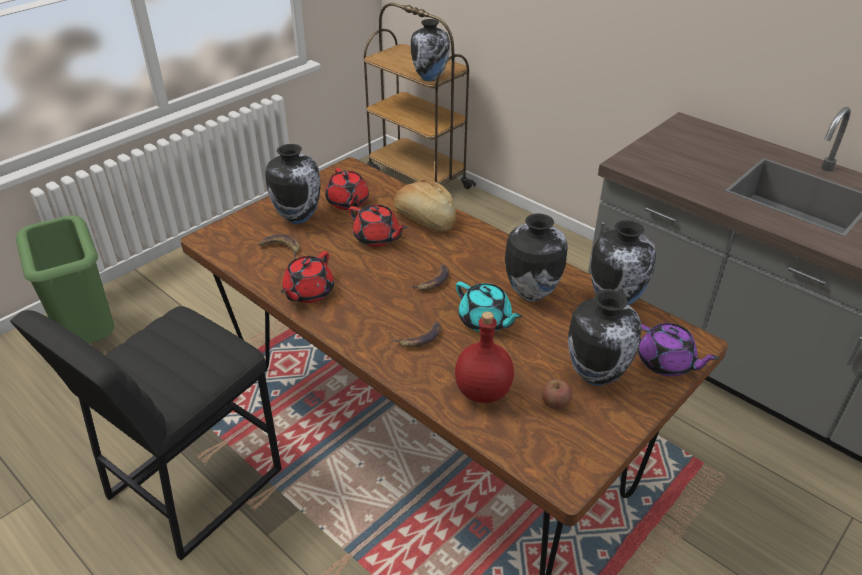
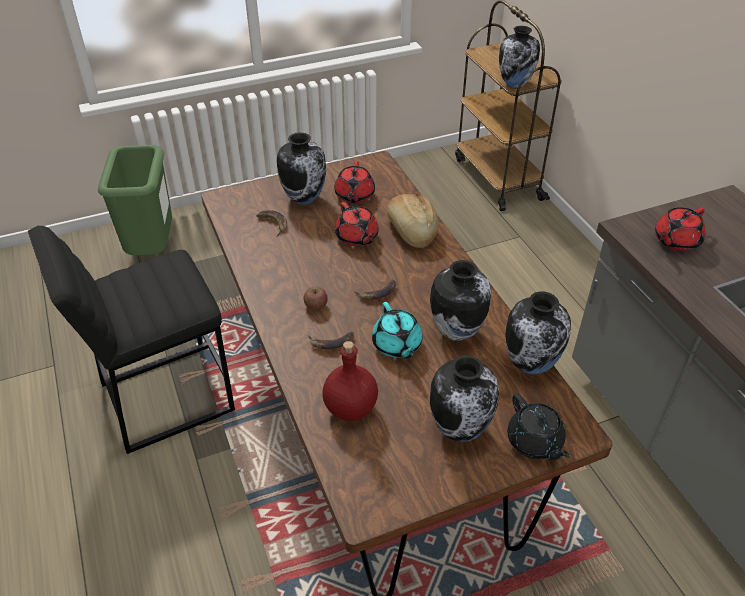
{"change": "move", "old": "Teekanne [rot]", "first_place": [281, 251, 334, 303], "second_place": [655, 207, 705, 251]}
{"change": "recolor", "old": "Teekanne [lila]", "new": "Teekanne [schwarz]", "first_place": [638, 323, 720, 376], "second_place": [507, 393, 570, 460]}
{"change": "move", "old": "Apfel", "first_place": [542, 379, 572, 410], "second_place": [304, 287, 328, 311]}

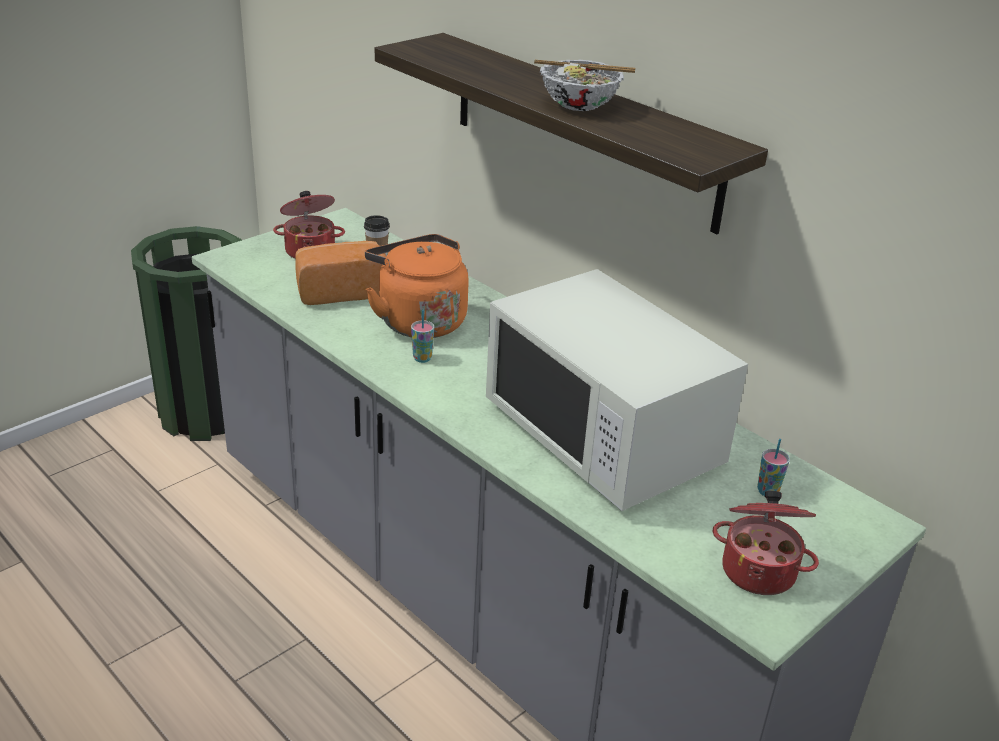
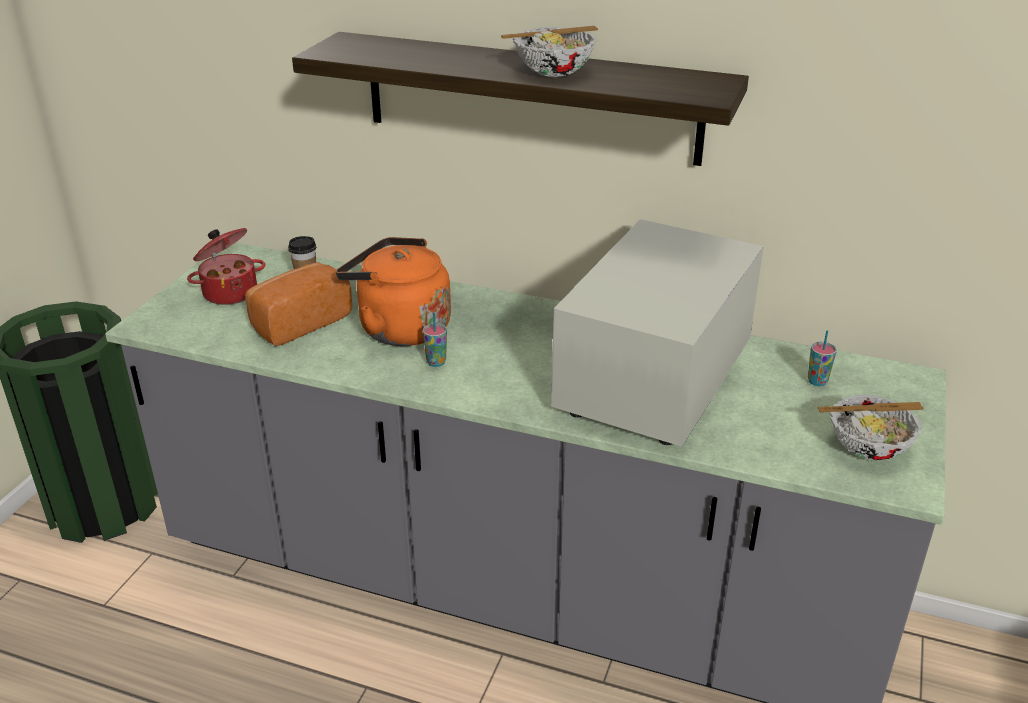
{"change": "rotate", "old": "Mikrowelle [weiß]", "first_place": [486, 269, 748, 511], "second_place": [551, 219, 764, 447], "degrees": 90}
{"change": "replace", "old": "Kochtopf", "new": "Schüssel", "first_place": [713, 491, 819, 595], "second_place": [818, 394, 923, 460]}

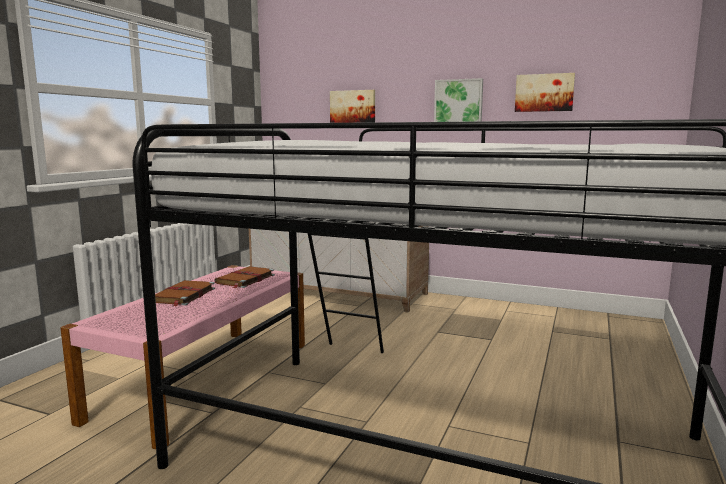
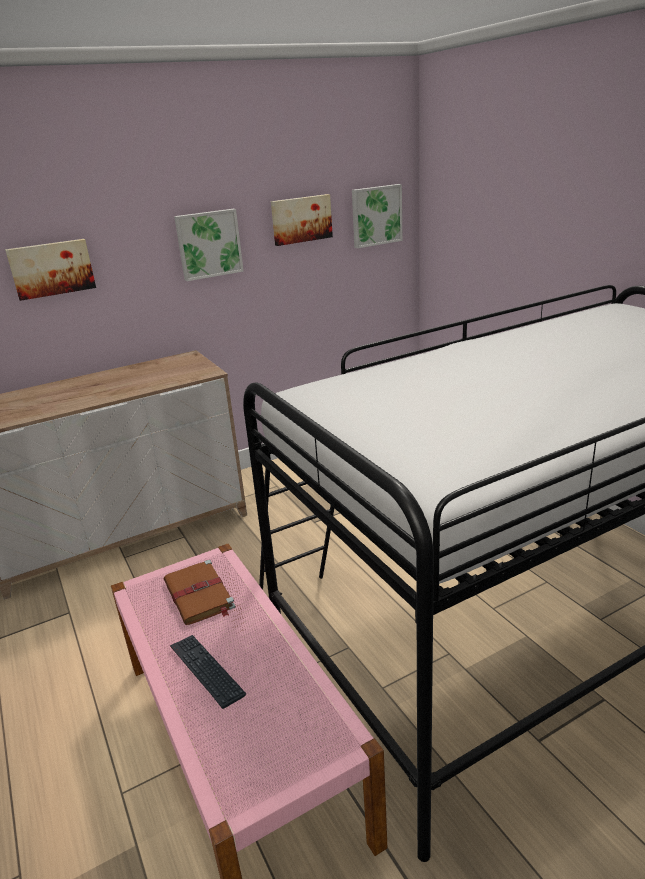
{"change": "replace", "old": "Buch [braun]", "new": "Tastatur", "first_place": [155, 280, 215, 307], "second_place": [170, 635, 246, 709]}
{"change": "insert", "new": "Bild", "second_place": [352, 184, 403, 248]}

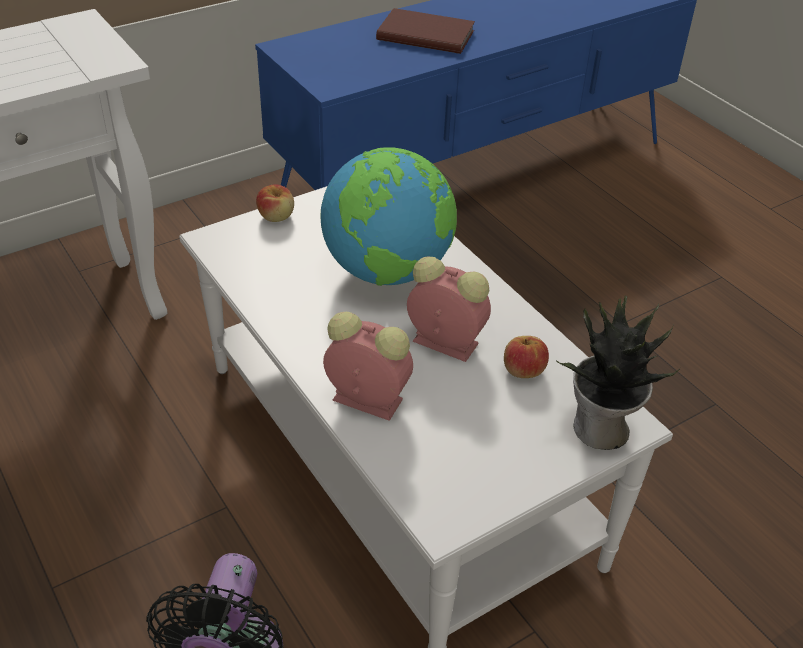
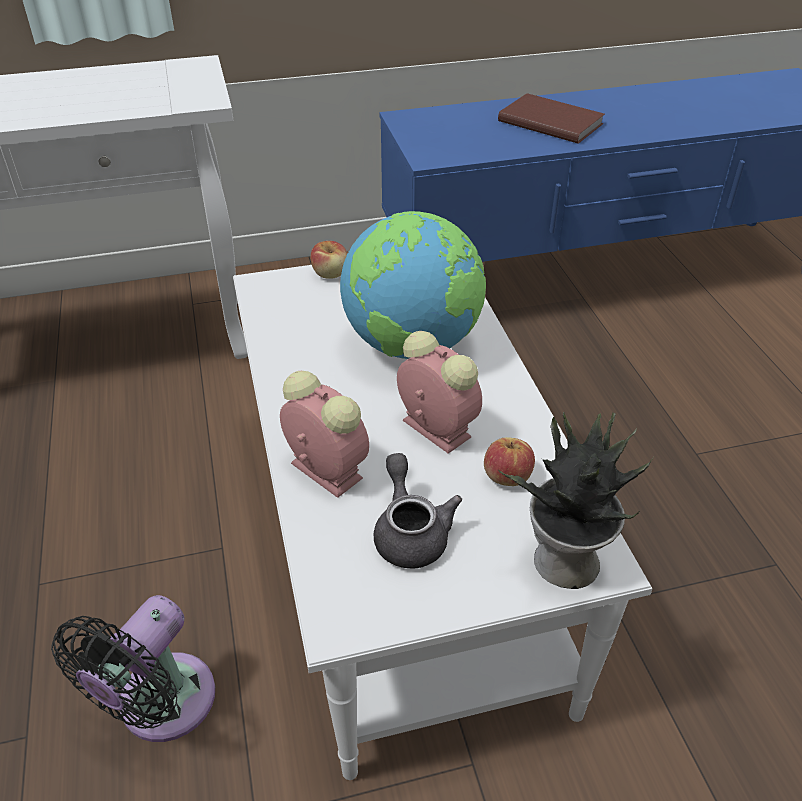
{"change": "insert", "new": "Teekanne [grau]", "second_place": [374, 453, 462, 568]}

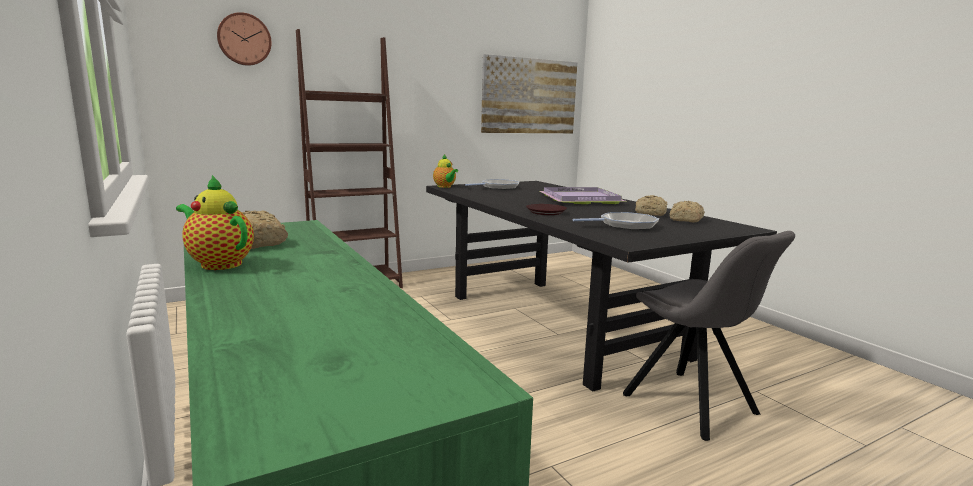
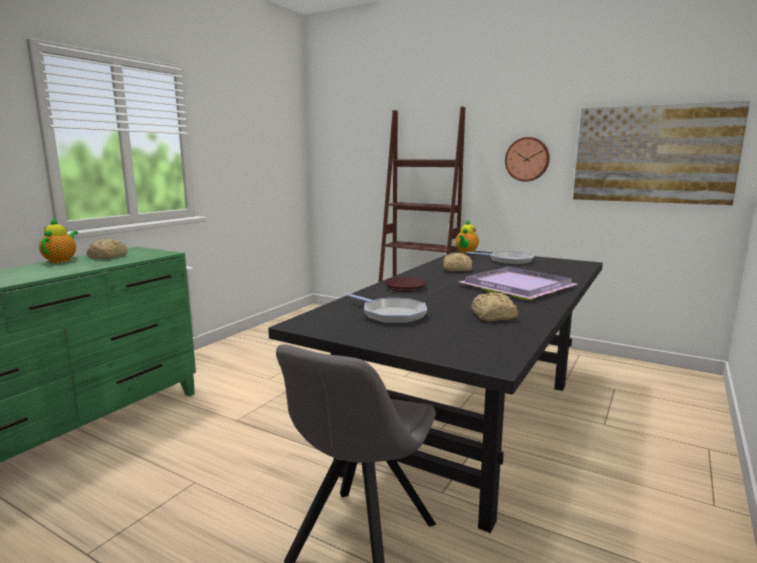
{"change": "move", "old": "Wanduhr", "first_place": [217, 12, 272, 66], "second_place": [505, 137, 550, 182]}
{"change": "move", "old": "Brot", "first_place": [670, 201, 705, 222], "second_place": [443, 253, 472, 271]}

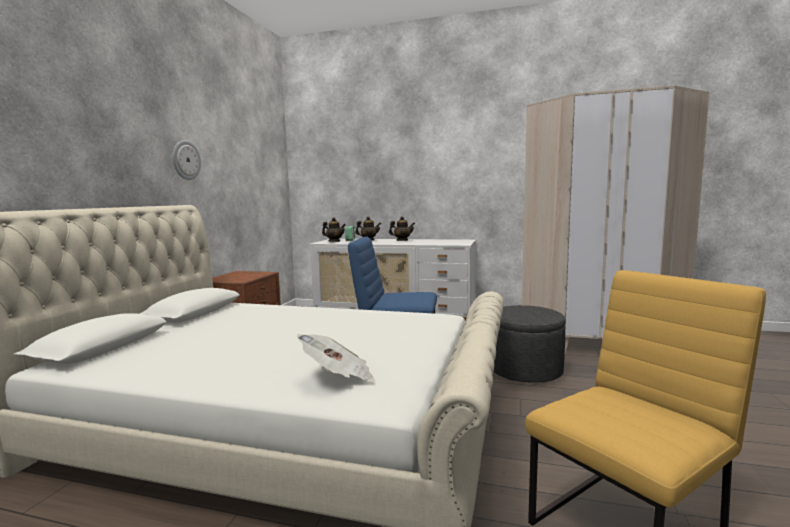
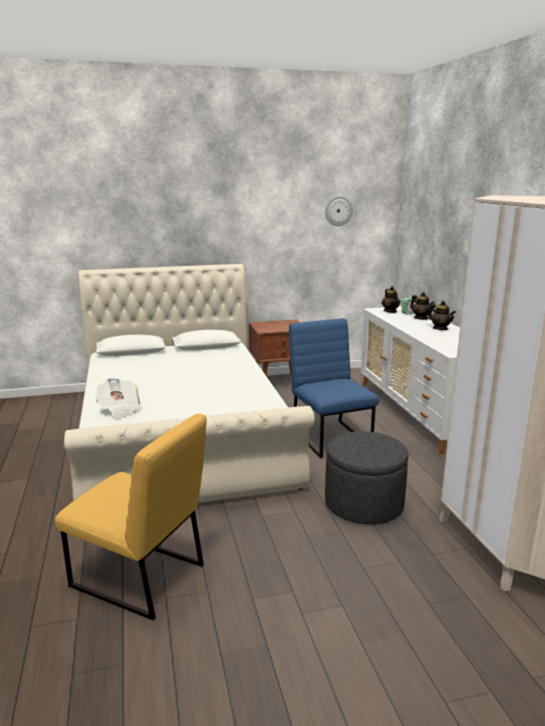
{"change": "move", "old": "Wanduhr", "first_place": [173, 140, 201, 180], "second_place": [325, 195, 353, 226]}

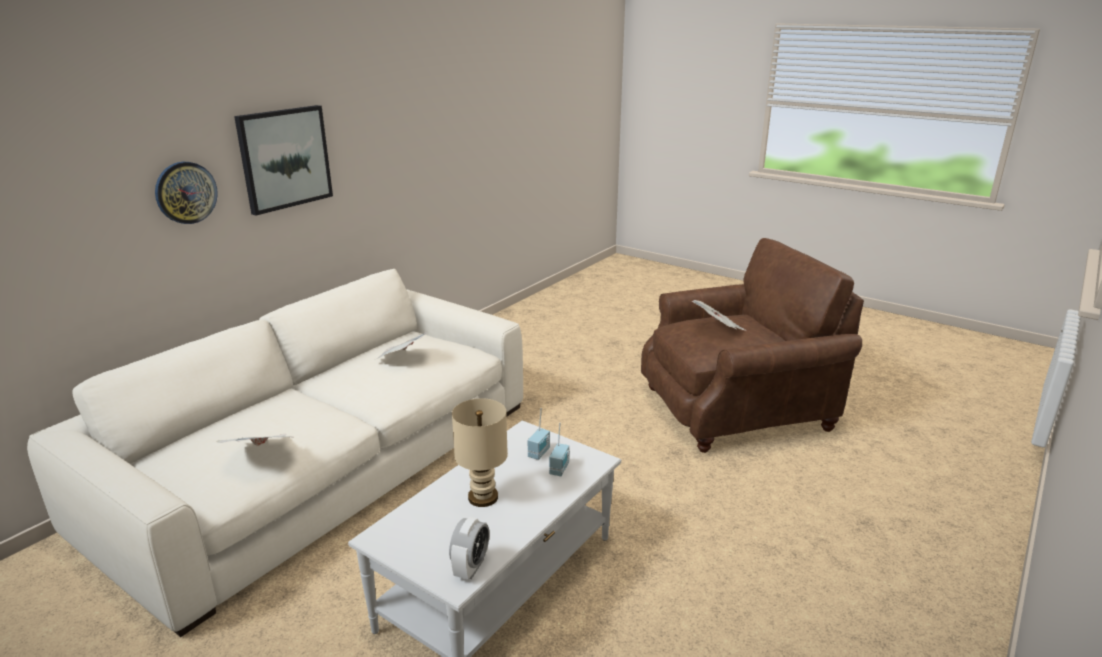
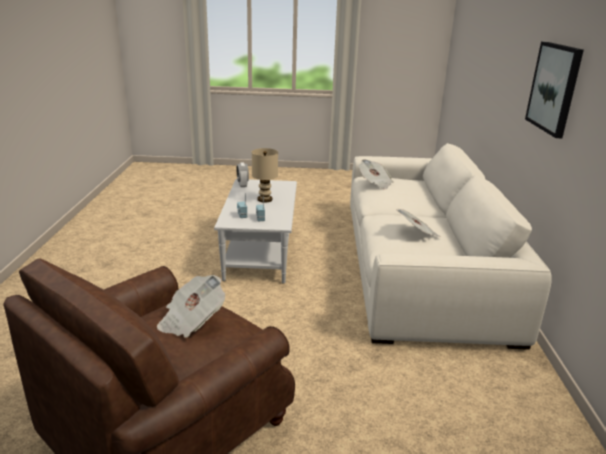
{"change": "delete", "old": "Wanduhr", "first_place": [155, 162, 218, 224]}

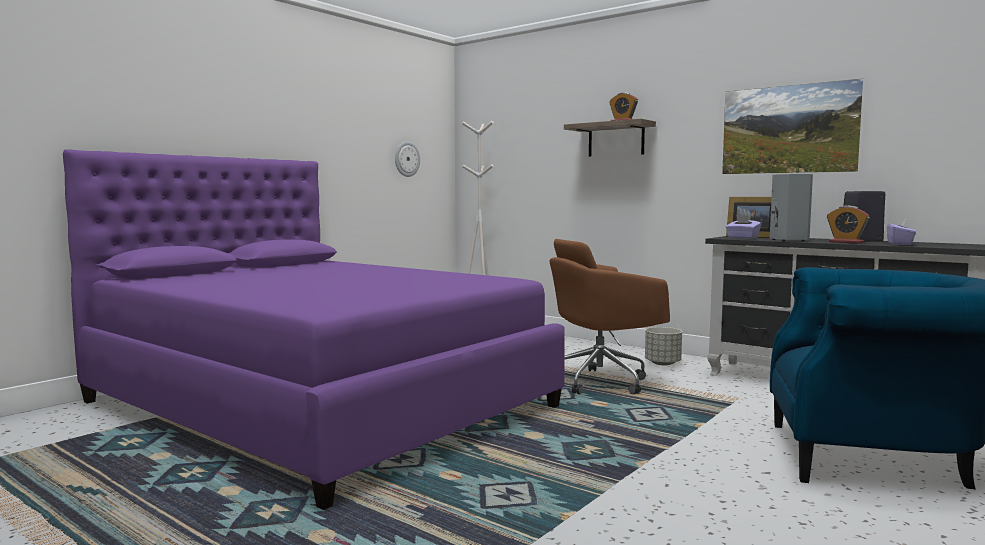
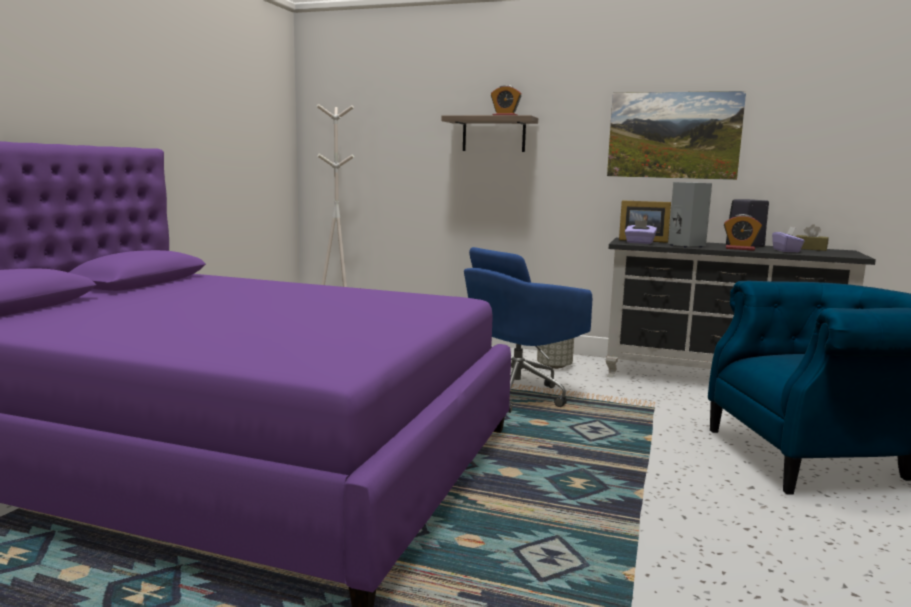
{"change": "delete", "old": "Wanduhr", "first_place": [395, 141, 420, 177]}
{"change": "recolor", "old": "Bürostuhl [braun]", "new": "Bürostuhl [blau]", "first_place": [550, 239, 670, 395], "second_place": [464, 247, 592, 413]}
{"change": "insert", "new": "Taschentuchbox [braun]", "second_place": [795, 224, 829, 251]}

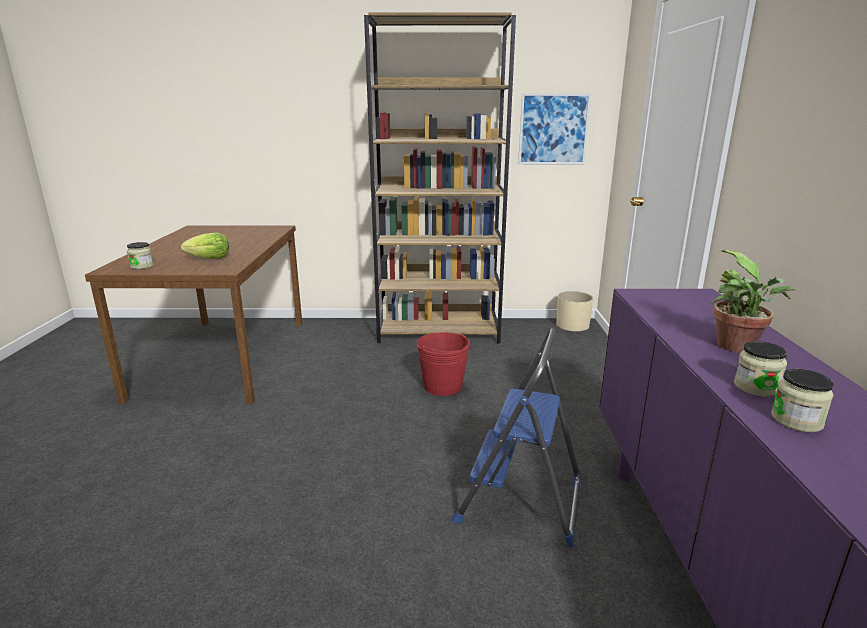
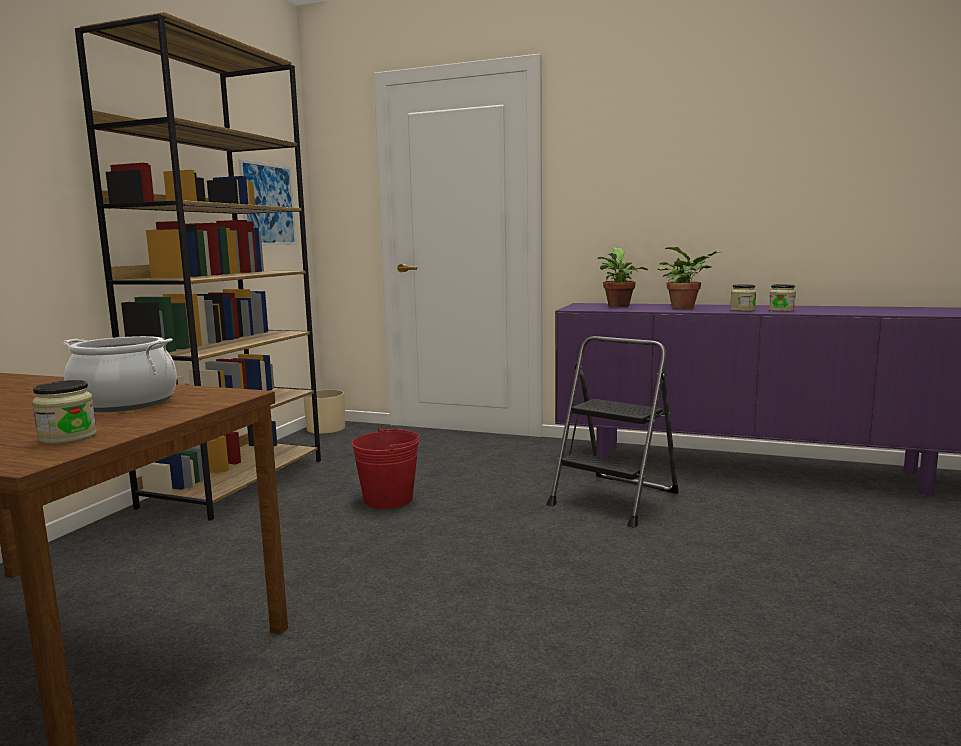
{"change": "replace", "old": "Salatkopf", "new": "Kochtopf", "first_place": [181, 233, 229, 259], "second_place": [62, 336, 177, 412]}
{"change": "recolor", "old": "Trittleiter [blau]", "new": "Trittleiter [schwarz]", "first_place": [451, 328, 581, 547], "second_place": [546, 336, 679, 528]}
{"change": "insert", "new": "Topfpflanze", "second_place": [598, 248, 648, 307]}

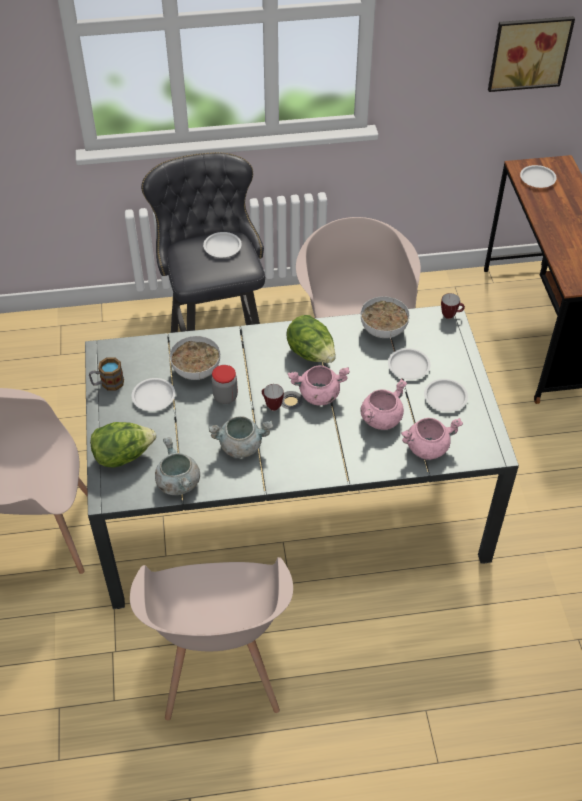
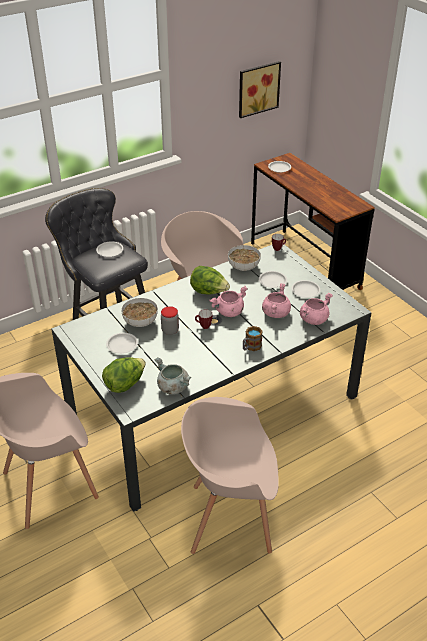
{"change": "move", "old": "Henkelbecher", "first_place": [89, 357, 124, 391], "second_place": [243, 326, 263, 351]}
{"change": "delete", "old": "Kochtopf [grau]", "first_place": [208, 416, 273, 458]}
{"change": "rotate", "old": "Stuhl [beige]", "first_place": [130, 557, 293, 720], "second_place": [181, 397, 279, 554], "degrees": 120}

